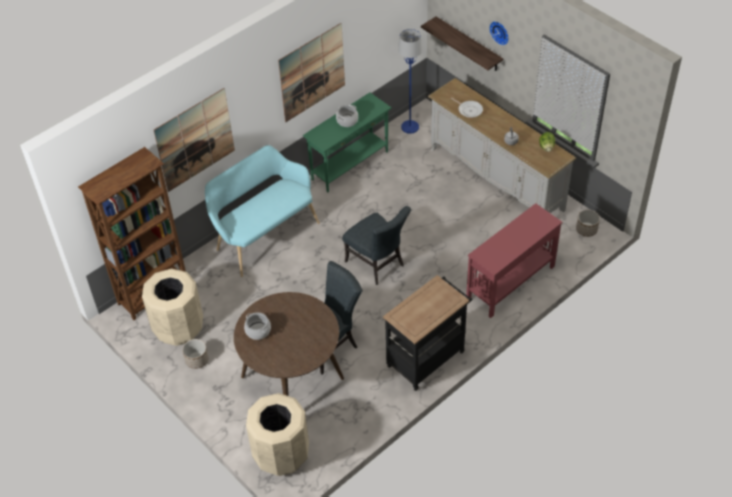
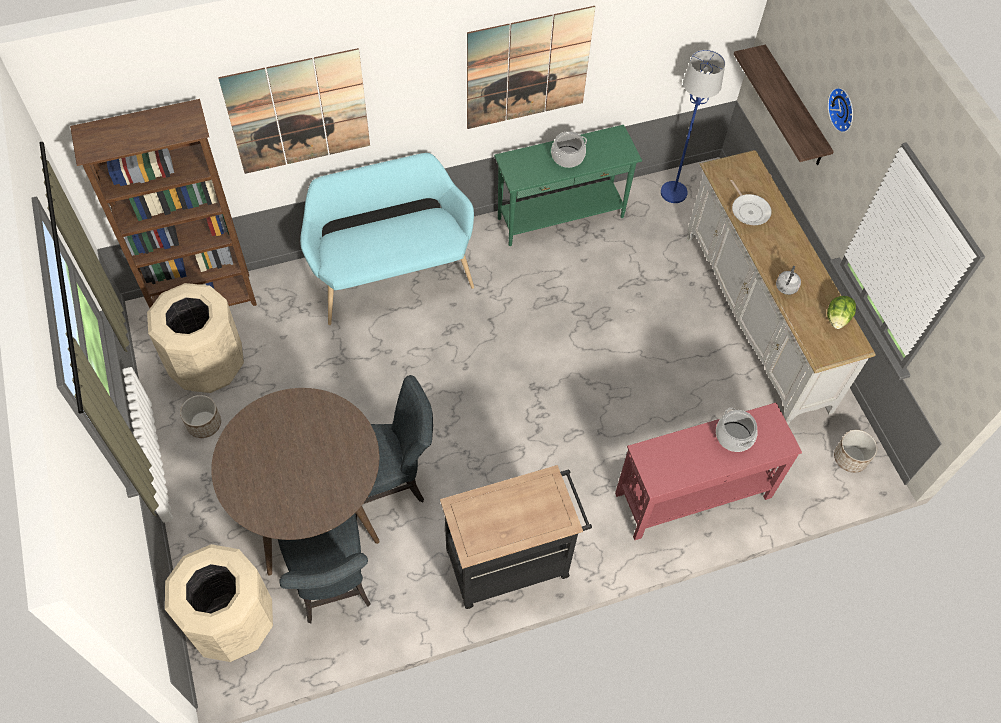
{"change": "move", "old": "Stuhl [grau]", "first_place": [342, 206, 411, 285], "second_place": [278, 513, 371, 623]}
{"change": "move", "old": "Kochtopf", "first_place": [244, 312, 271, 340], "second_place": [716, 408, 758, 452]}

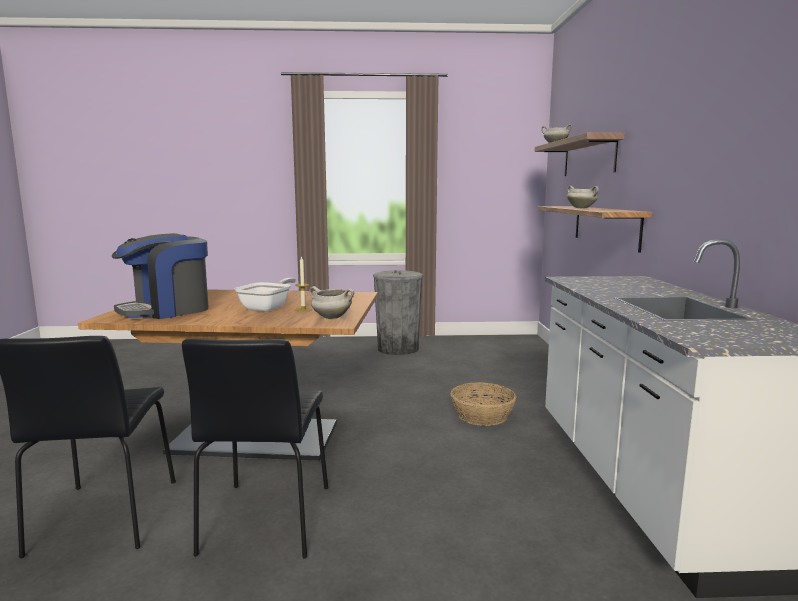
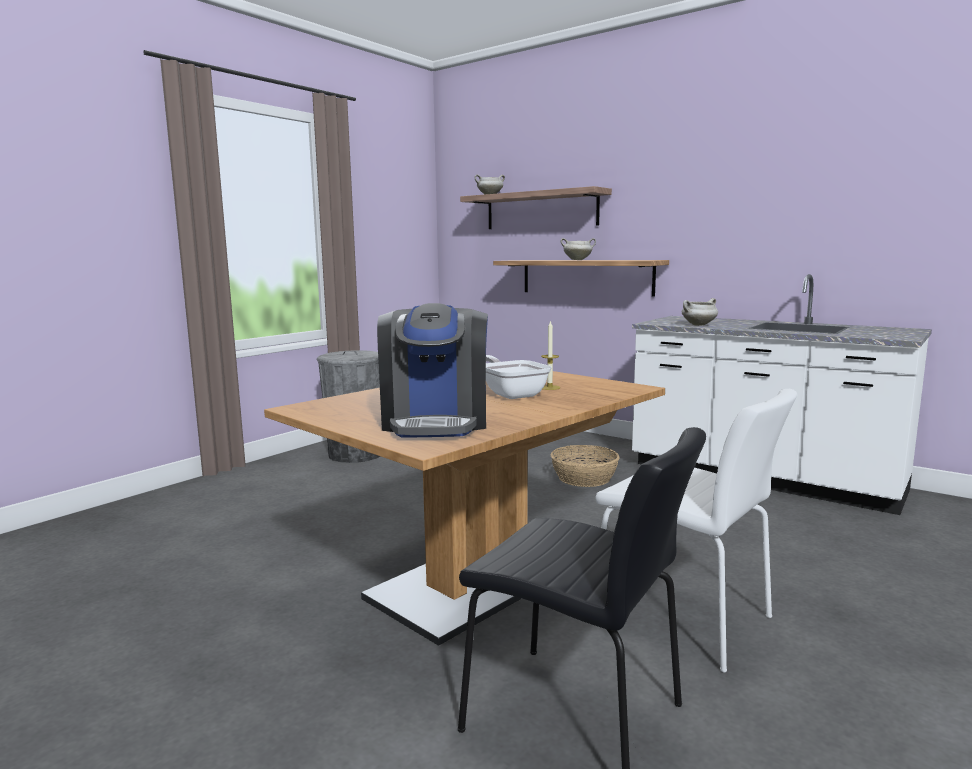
{"change": "move", "old": "Kochtopf [weiß]", "first_place": [309, 286, 354, 319], "second_place": [682, 298, 718, 326]}
{"change": "recolor", "old": "Stuhl [schwarz]", "new": "Stuhl [weiß]", "first_place": [182, 339, 329, 559], "second_place": [595, 389, 797, 673]}

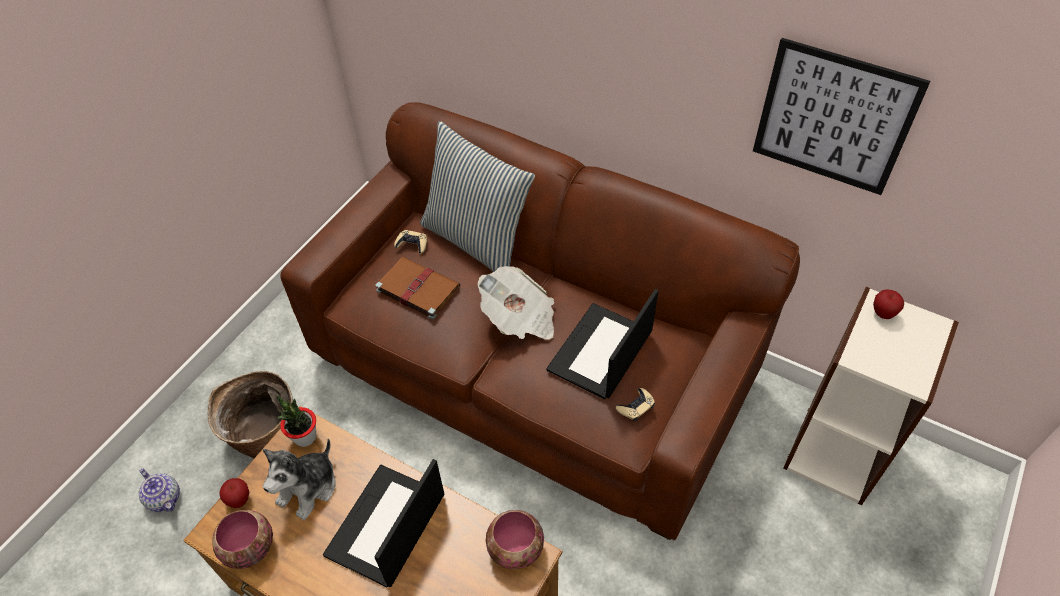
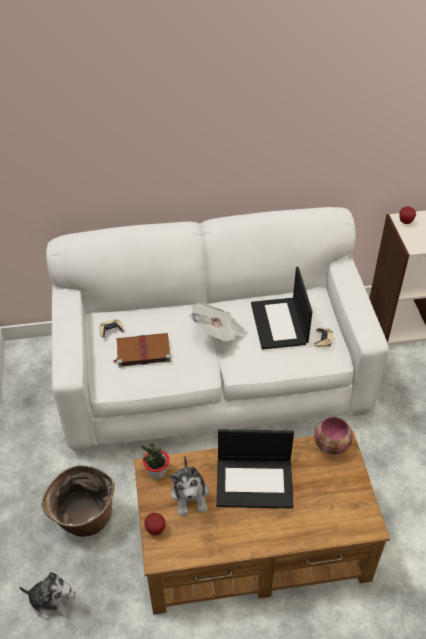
{"change": "delete", "old": "Bild", "first_place": [753, 38, 930, 195]}
{"change": "recolor", "old": "Sofa [braun]", "new": "Sofa [weiß]", "first_place": [280, 102, 800, 541], "second_place": [46, 207, 389, 452]}
{"change": "delete", "old": "Kissen", "first_place": [420, 121, 535, 272]}
{"change": "rotate", "old": "Laptop", "first_place": [323, 459, 444, 588], "second_place": [216, 429, 294, 509], "degrees": -75}
{"change": "replace", "old": "Teekanne", "new": "Plüschtier", "first_place": [139, 469, 180, 512], "second_place": [19, 572, 76, 619]}
{"change": "delete", "old": "Schüssel", "first_place": [212, 509, 273, 569]}

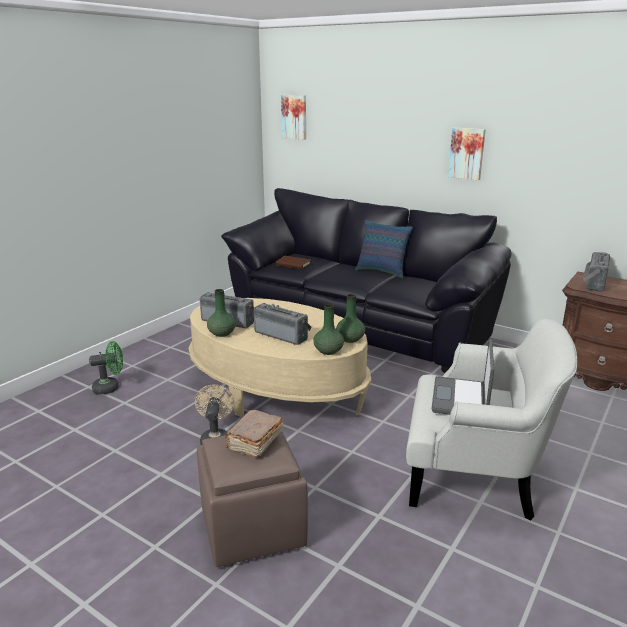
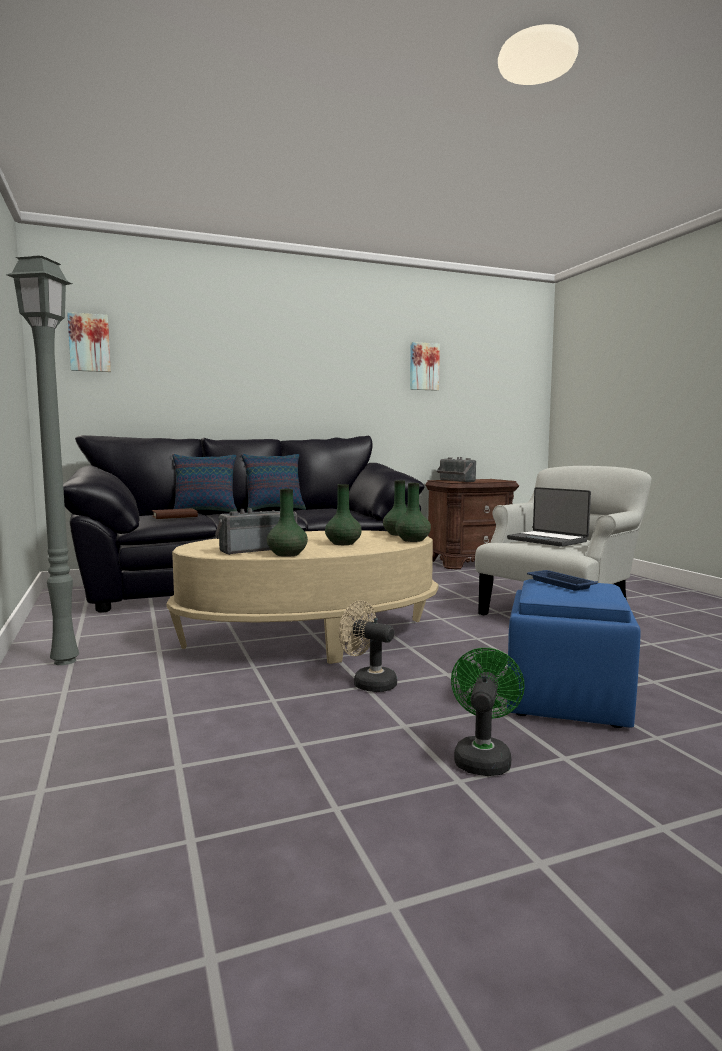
{"change": "move", "old": "Bild", "first_place": [448, 127, 486, 180], "second_place": [410, 342, 440, 391]}
{"change": "replace", "old": "Radio", "new": "Vase [grün]", "first_place": [254, 303, 312, 345], "second_place": [325, 484, 362, 545]}
{"change": "move", "old": "Ventilator [grün]", "first_place": [89, 341, 123, 395], "second_place": [451, 648, 525, 776]}
{"change": "replace", "old": "Buch [braun]", "new": "Tablett [blau]", "first_place": [225, 410, 283, 459], "second_place": [527, 570, 598, 591]}
{"change": "recolor", "old": "Polsterhocker [braun]", "new": "Polsterhocker [blau]", "first_place": [197, 432, 308, 567], "second_place": [507, 579, 640, 728]}
{"change": "insert", "new": "Stehlampe [grau]", "second_place": [6, 255, 79, 665]}
{"change": "insert", "new": "Kissen [blau]", "second_place": [172, 454, 237, 512]}

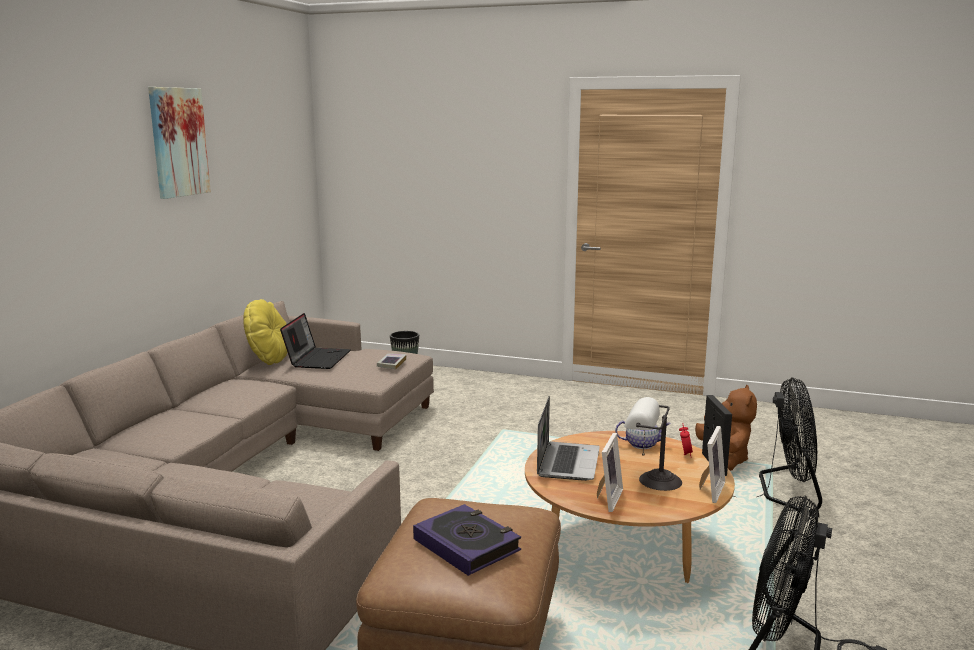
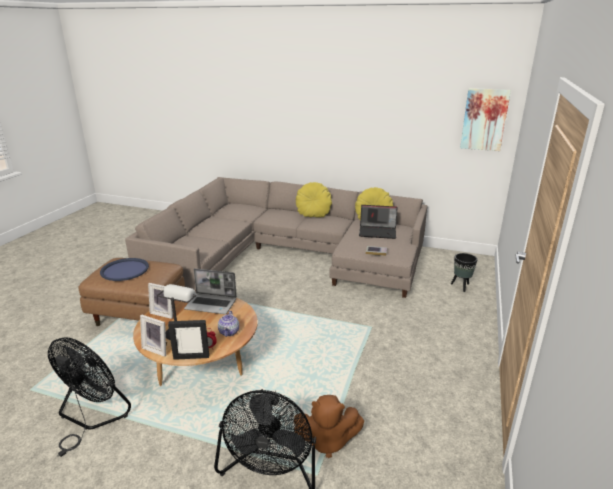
{"change": "move", "old": "Bild", "first_place": [148, 87, 211, 199], "second_place": [460, 88, 511, 151]}
{"change": "replace", "old": "Buch", "new": "Tablett [blau]", "first_place": [413, 504, 521, 576], "second_place": [100, 258, 149, 281]}
{"change": "insert", "new": "Kissen [gelb]", "second_place": [296, 182, 332, 217]}

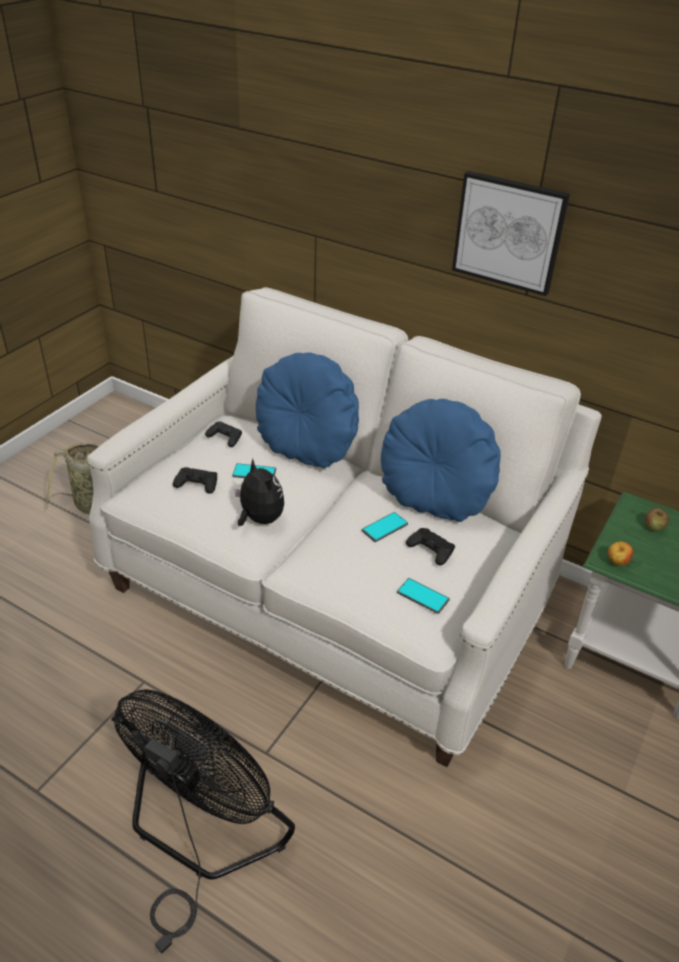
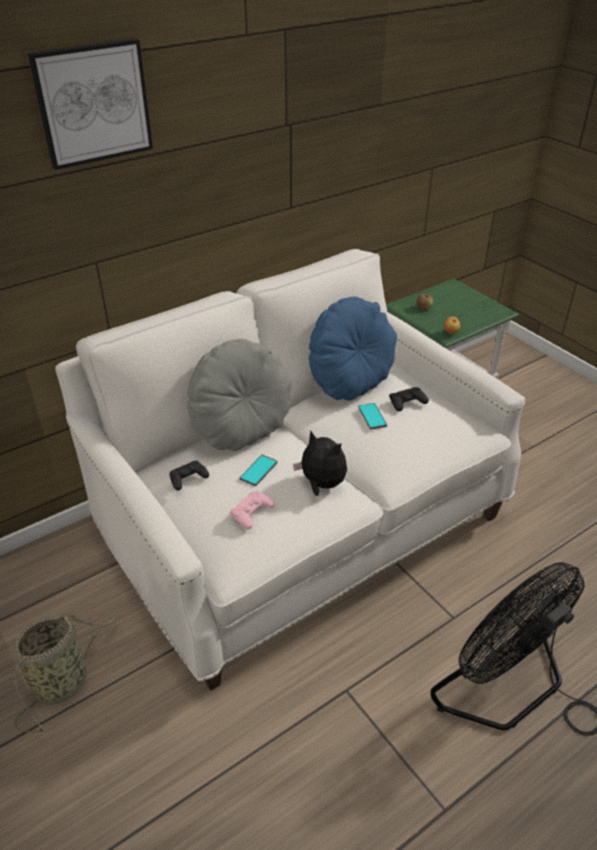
{"change": "move", "old": "Bild", "first_place": [452, 171, 570, 296], "second_place": [27, 38, 153, 170]}
{"change": "recolor", "old": "Kissen [blau]", "new": "Kissen [grau]", "first_place": [256, 352, 359, 468], "second_place": [187, 339, 292, 451]}
{"change": "rotate", "old": "Plüschtier", "first_place": [235, 459, 284, 526], "second_place": [293, 430, 347, 496], "degrees": 45}
{"change": "recolor", "old": "Gamepad [schwarz]", "new": "Gamepad [rosa]", "first_place": [173, 467, 217, 493], "second_place": [230, 491, 275, 529]}
{"change": "delete", "old": "Handy", "first_place": [397, 578, 450, 614]}

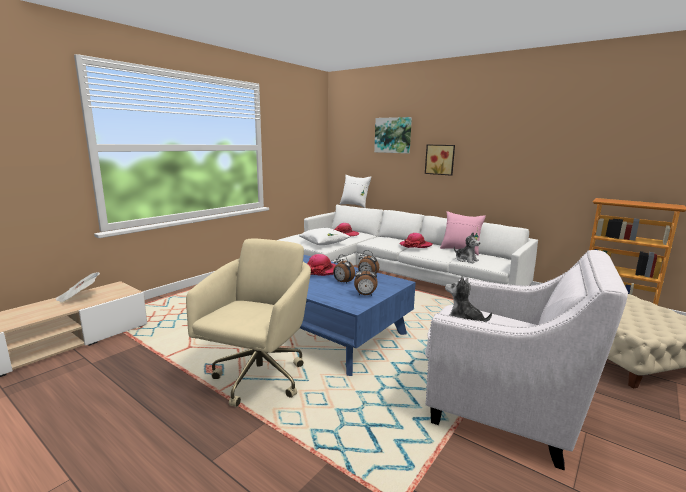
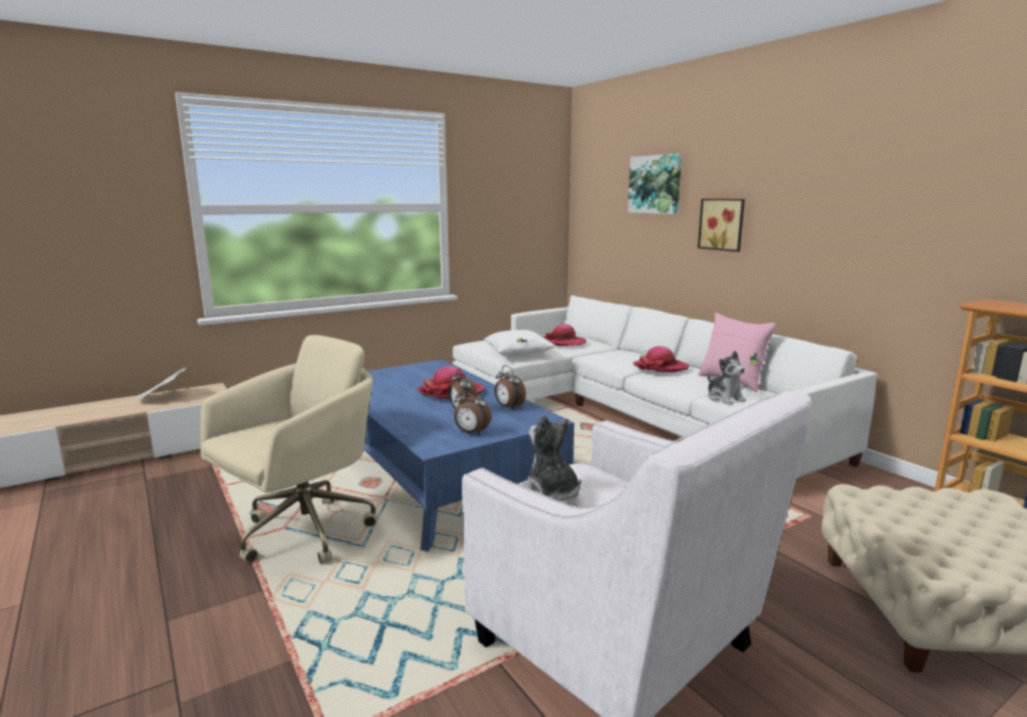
{"change": "delete", "old": "Kissen [weiß]", "first_place": [340, 175, 371, 208]}

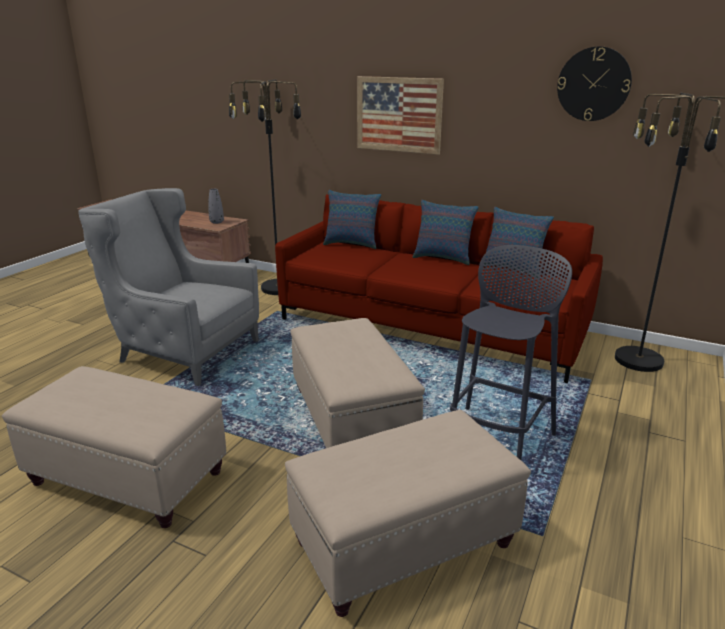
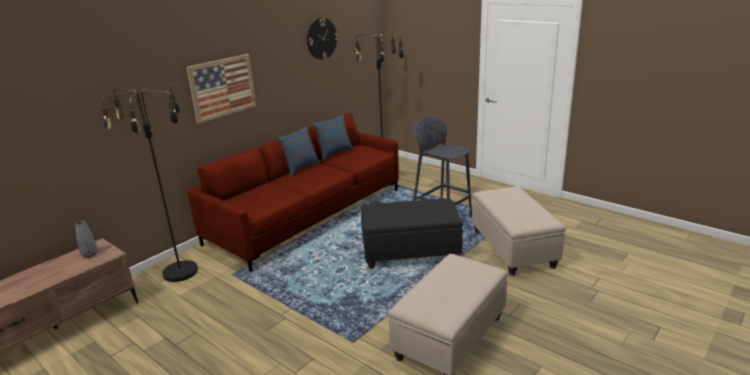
{"change": "delete", "old": "Sessel [grau]", "first_place": [78, 188, 259, 386]}
{"change": "delete", "old": "Kissen [blau]", "first_place": [323, 190, 381, 249]}
{"change": "recolor", "old": "Polsterhocker [beige]", "new": "Polsterhocker [schwarz]", "first_place": [290, 318, 425, 448], "second_place": [360, 198, 463, 269]}

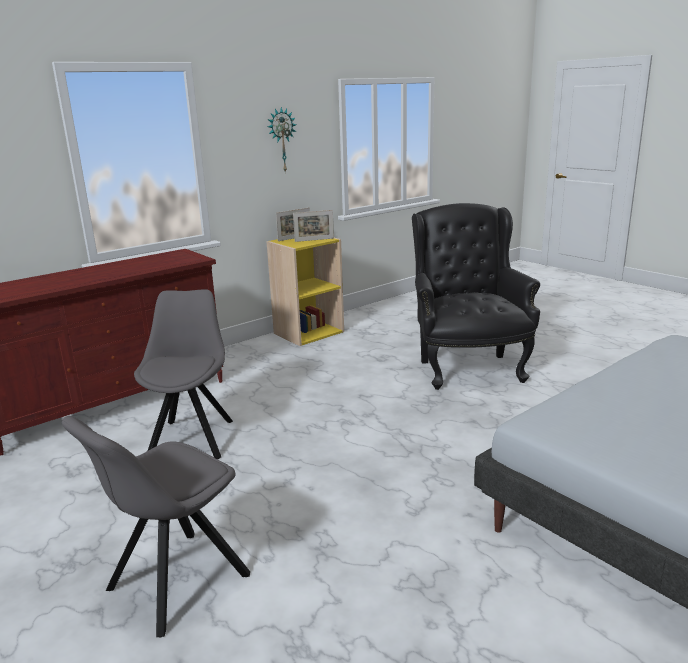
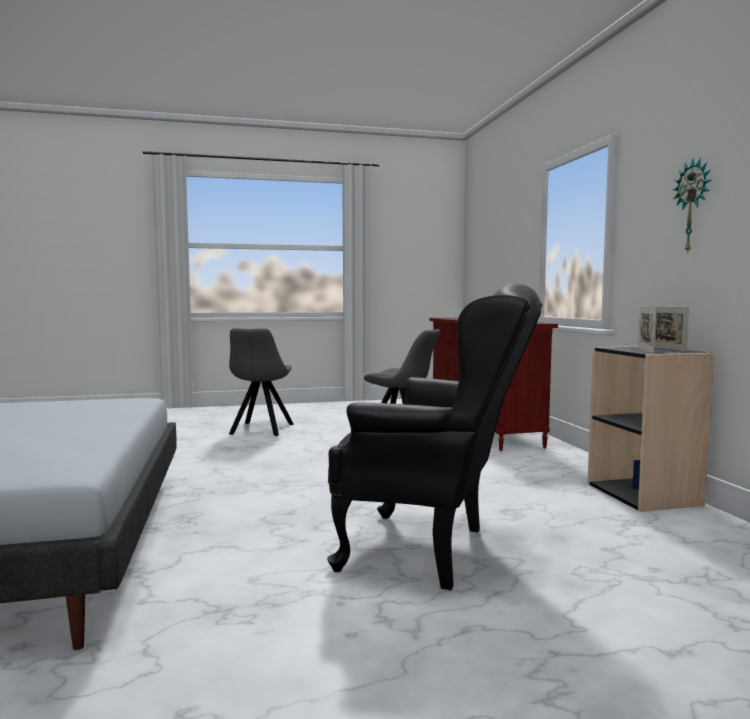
{"change": "recolor", "old": "Bücherregal [gelb]", "new": "Bücherregal [schwarz]", "first_place": [266, 238, 344, 346], "second_place": [588, 346, 714, 512]}
{"change": "rotate", "old": "Stuhl [grau]", "first_place": [62, 416, 250, 638], "second_place": [229, 328, 293, 436], "degrees": -150}

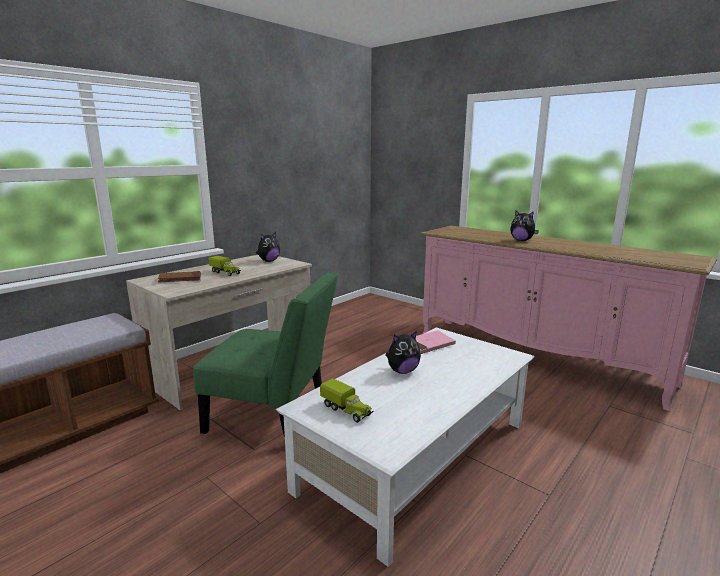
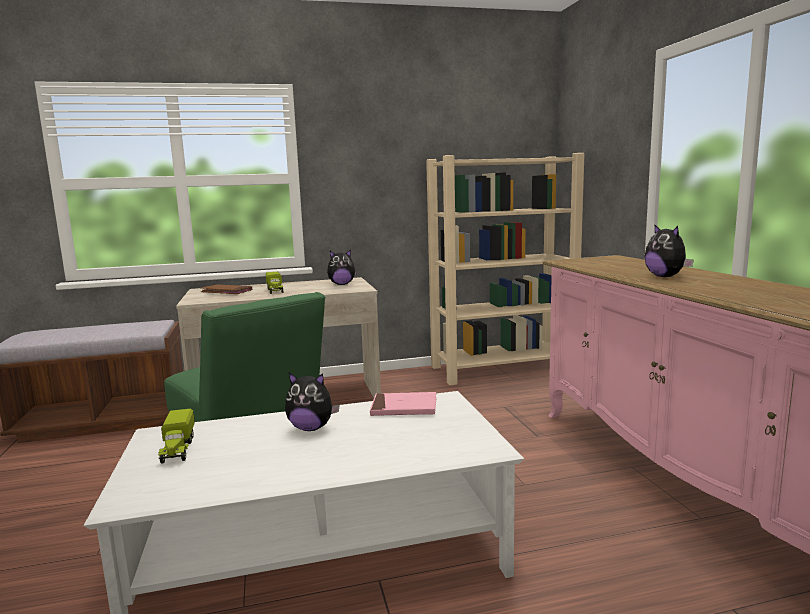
{"change": "insert", "new": "Bücherregal [beige]", "second_place": [426, 153, 585, 385]}

